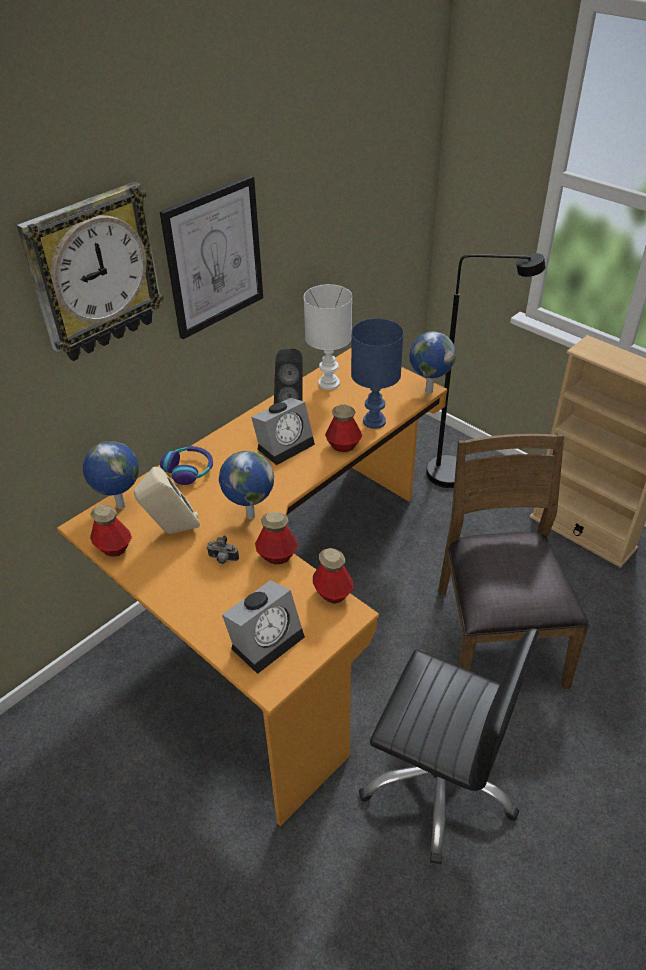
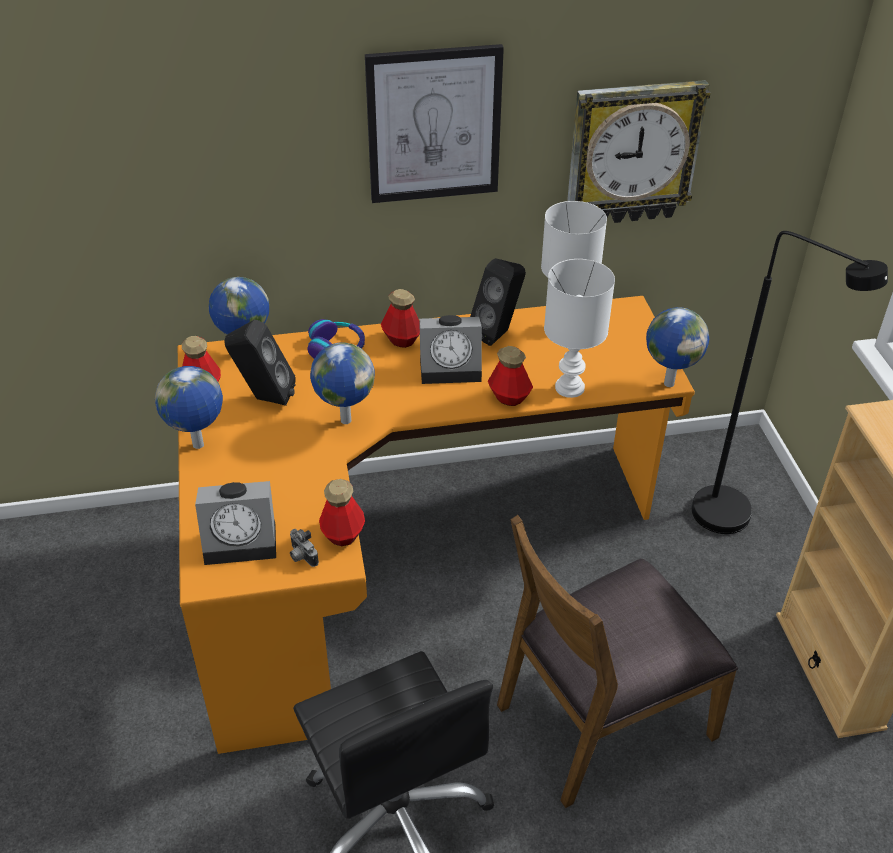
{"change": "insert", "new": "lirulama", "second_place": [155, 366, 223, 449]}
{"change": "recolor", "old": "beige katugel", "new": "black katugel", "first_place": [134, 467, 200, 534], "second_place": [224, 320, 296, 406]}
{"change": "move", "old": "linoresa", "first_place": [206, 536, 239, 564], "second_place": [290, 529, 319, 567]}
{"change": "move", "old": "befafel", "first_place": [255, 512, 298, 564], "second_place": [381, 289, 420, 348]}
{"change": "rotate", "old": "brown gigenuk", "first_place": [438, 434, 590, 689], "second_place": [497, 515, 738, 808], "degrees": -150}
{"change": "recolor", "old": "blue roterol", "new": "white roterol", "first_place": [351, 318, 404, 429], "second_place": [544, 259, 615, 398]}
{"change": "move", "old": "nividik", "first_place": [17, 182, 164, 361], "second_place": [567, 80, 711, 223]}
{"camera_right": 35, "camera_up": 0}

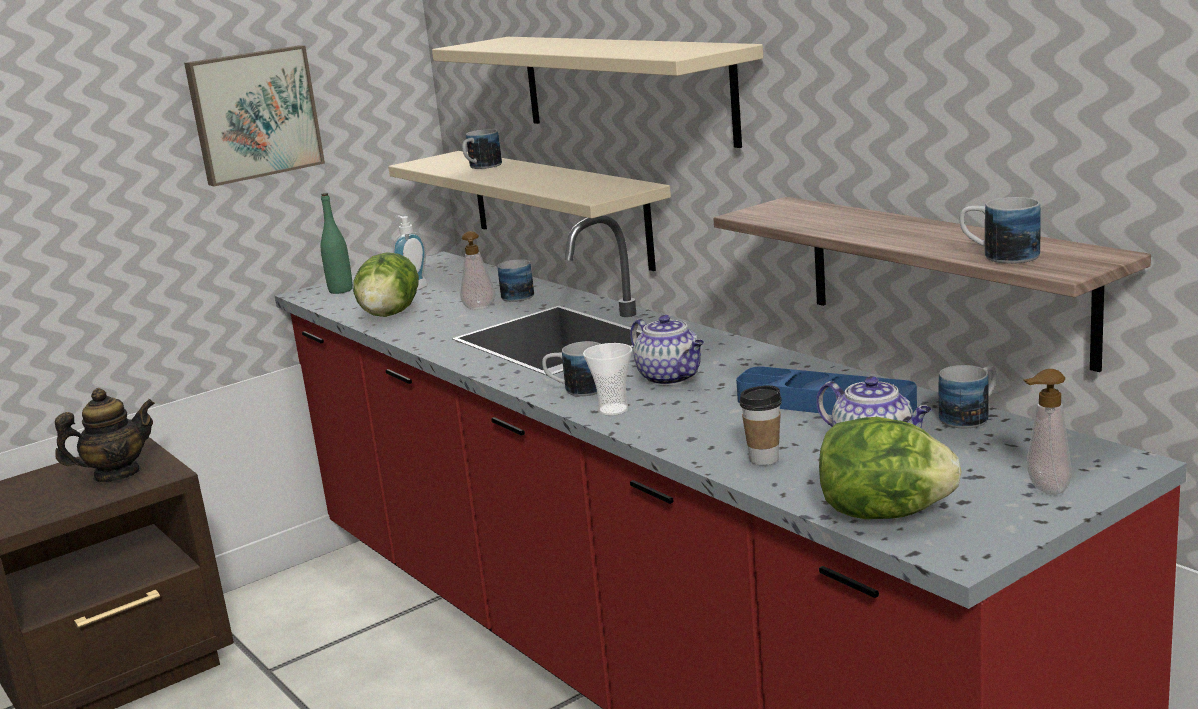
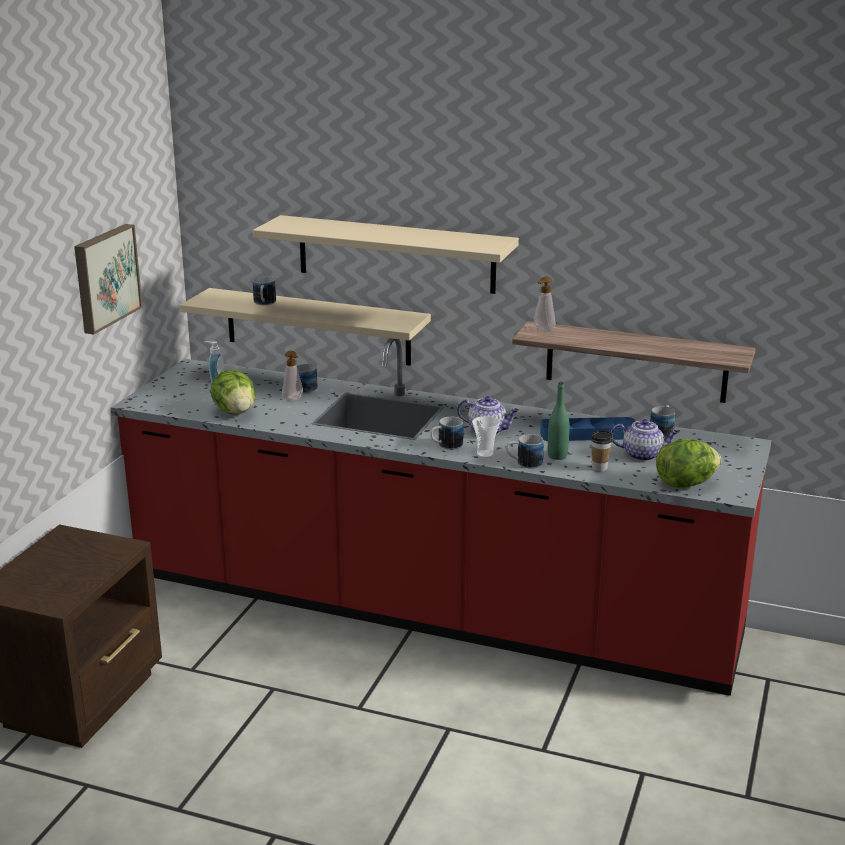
{"change": "move", "old": "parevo", "first_place": [960, 197, 1041, 264], "second_place": [506, 434, 544, 469]}
{"change": "move", "old": "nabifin", "first_place": [1024, 369, 1072, 495], "second_place": [534, 276, 555, 332]}
{"change": "move", "old": "green befafel", "first_place": [321, 193, 353, 294], "second_place": [548, 382, 570, 460]}
{"change": "delete", "old": "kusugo", "first_place": [55, 388, 155, 482]}
{"camera_right": -35, "camera_up": 5}

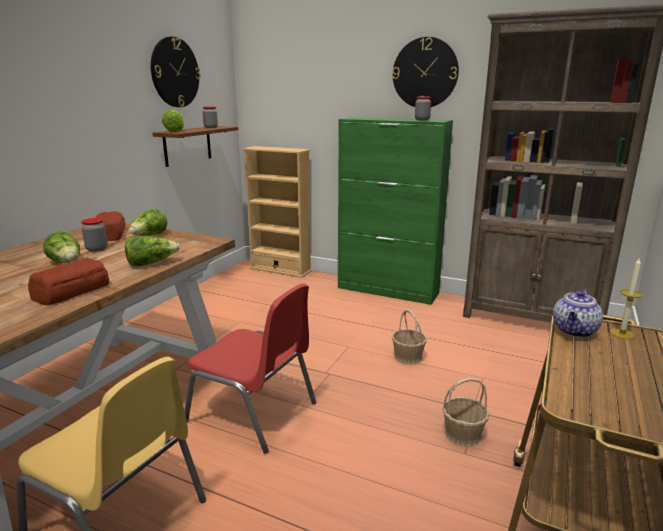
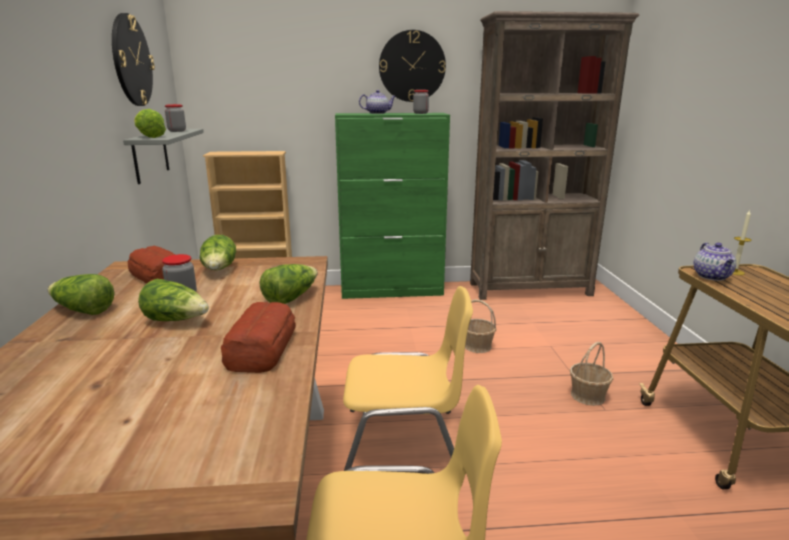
{"change": "insert", "new": "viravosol", "second_place": [48, 274, 115, 315]}
{"change": "recolor", "old": "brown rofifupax", "new": "grey rofifupax", "first_place": [152, 126, 239, 167], "second_place": [123, 129, 204, 184]}
{"change": "recolor", "old": "red gigenuk", "new": "yellow gigenuk", "first_place": [185, 283, 316, 454], "second_place": [343, 286, 473, 471]}
{"change": "insert", "new": "kusugo", "second_place": [359, 90, 396, 114]}
{"camera_right": -30, "camera_up": 0}

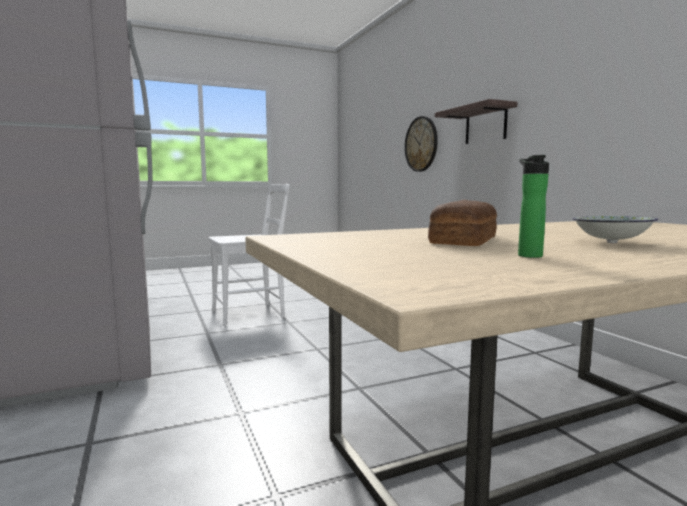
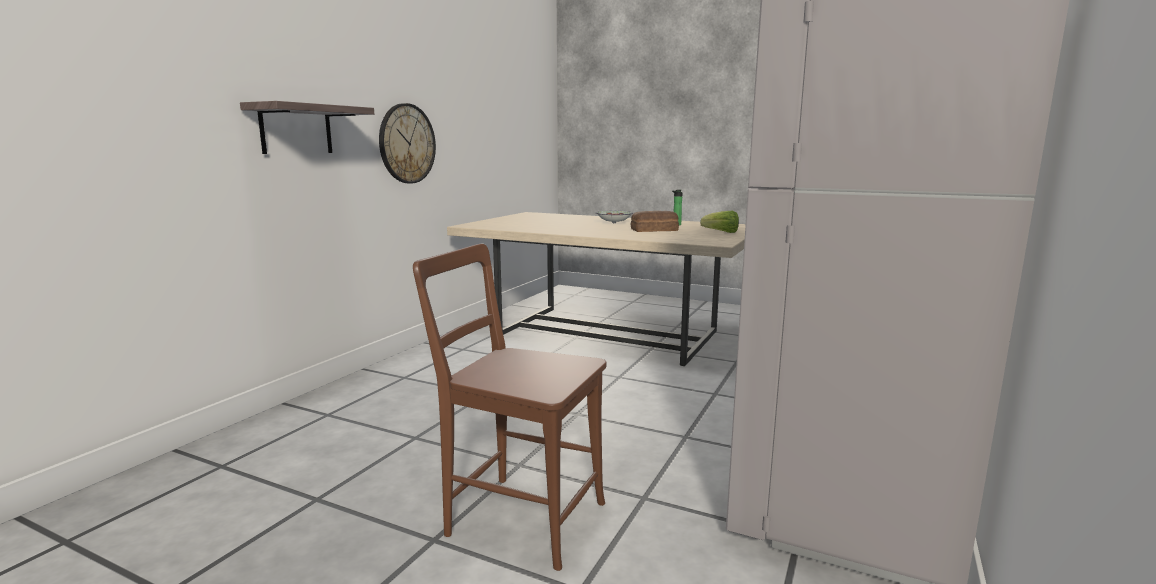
{"change": "move", "old": "nividik", "first_place": [405, 116, 438, 172], "second_place": [379, 103, 436, 183]}
{"change": "recolor", "old": "white gigenuk", "new": "brown gigenuk", "first_place": [208, 184, 290, 326], "second_place": [413, 244, 606, 571]}
{"change": "insert", "new": "viravosol", "second_place": [700, 211, 739, 233]}
{"camera_right": -130, "camera_up": 5}

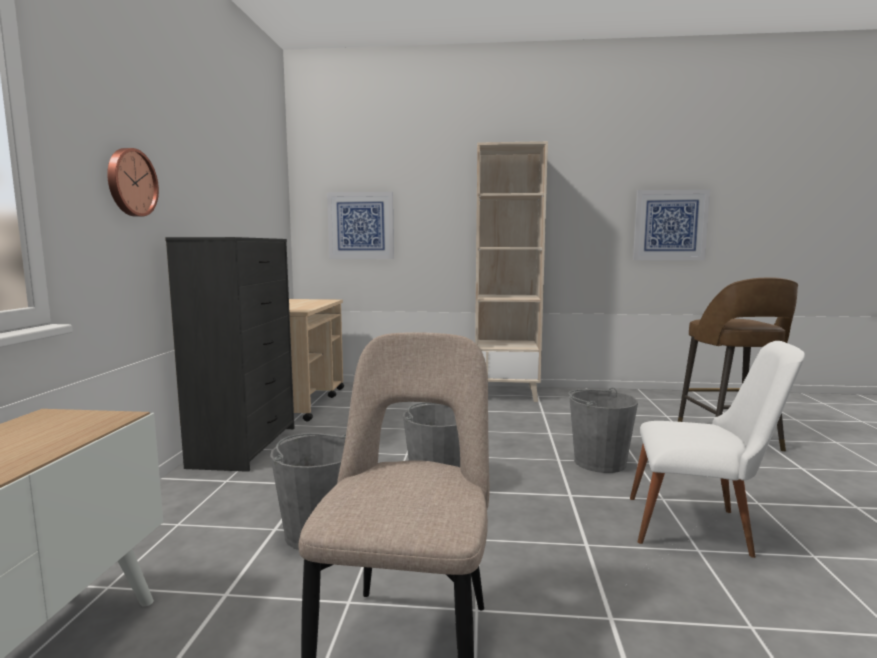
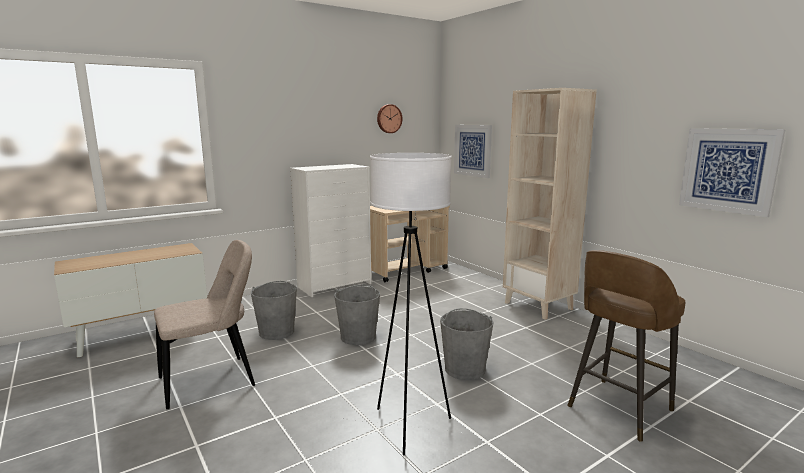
{"change": "recolor", "old": "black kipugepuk", "new": "white kipugepuk", "first_place": [165, 237, 295, 472], "second_place": [290, 164, 371, 297]}
{"change": "replace", "old": "white gigenuk", "new": "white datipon", "first_place": [630, 341, 805, 558], "second_place": [370, 153, 452, 455]}
{"change": "move", "old": "nividik", "first_place": [107, 148, 159, 217], "second_place": [377, 104, 402, 133]}
{"camera_right": 50, "camera_up": 5}

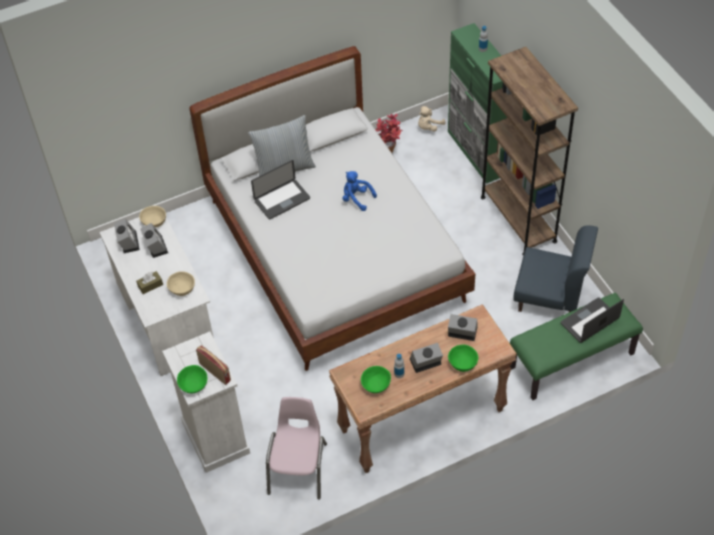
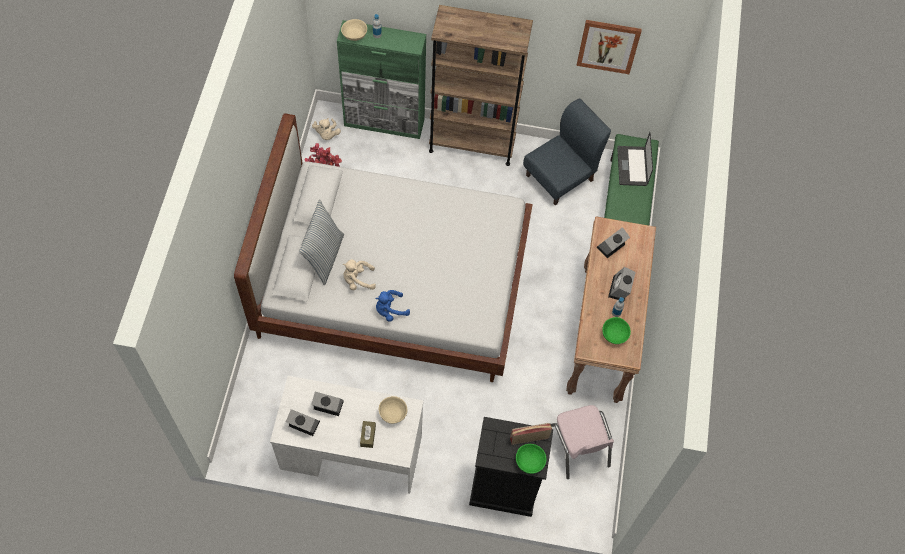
{"change": "move", "old": "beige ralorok", "first_place": [139, 206, 166, 228], "second_place": [341, 19, 367, 41]}
{"change": "replace", "old": "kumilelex", "new": "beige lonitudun", "first_place": [251, 160, 310, 219], "second_place": [343, 259, 376, 290]}
{"change": "move", "old": "blue lonitudun", "first_place": [343, 171, 377, 211], "second_place": [375, 290, 410, 322]}
{"change": "recolor", "old": "white kipugepuk", "new": "black kipugepuk", "first_place": [162, 331, 250, 473], "second_place": [469, 417, 553, 517]}
{"change": "rotate", "old": "pink gigenuk", "first_place": [266, 397, 327, 500], "second_place": [551, 405, 614, 479], "degrees": -150}
{"change": "insert", "new": "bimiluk", "second_place": [576, 20, 642, 74]}
{"change": "delete", "old": "green ralorok", "first_place": [448, 344, 478, 372]}
{"camera_right": -60, "camera_up": 10}

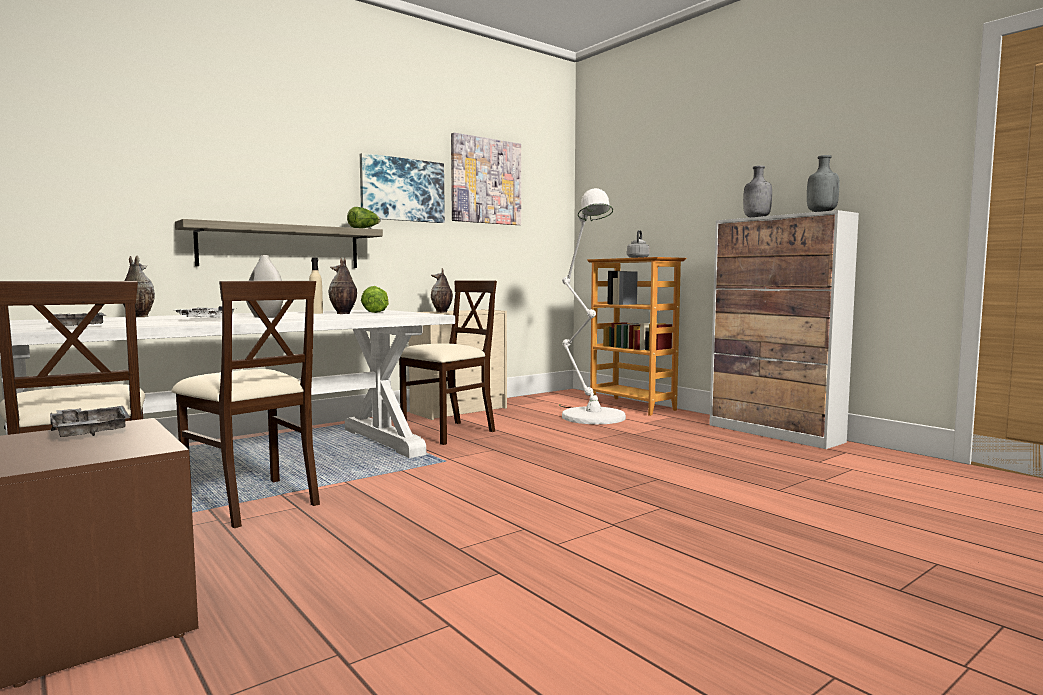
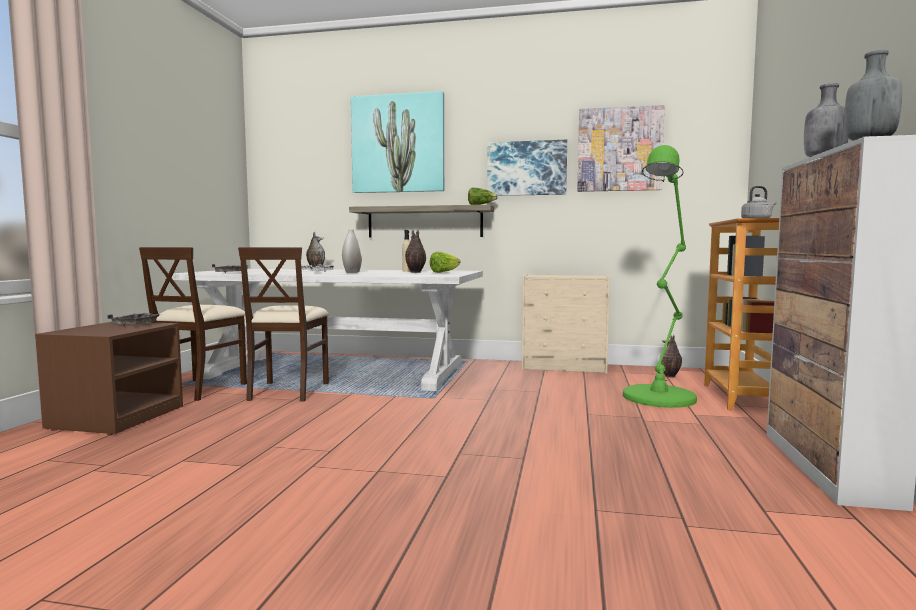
{"change": "insert", "new": "bimiluk", "second_place": [351, 91, 444, 193]}
{"change": "recolor", "old": "white datipon", "new": "green datipon", "first_place": [559, 188, 626, 424], "second_place": [623, 145, 697, 408]}
{"change": "move", "old": "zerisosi", "first_place": [431, 268, 453, 313], "second_place": [662, 335, 682, 378]}
{"change": "delete", "old": "beige gigenuk", "first_place": [399, 281, 497, 445]}
{"camera_right": 50, "camera_up": 0}

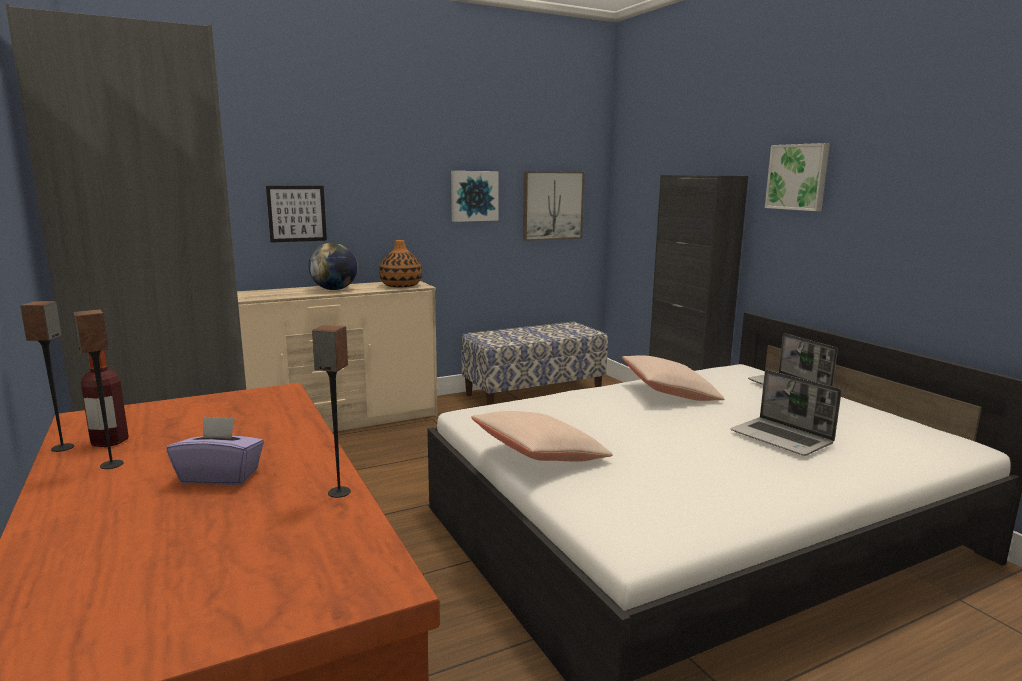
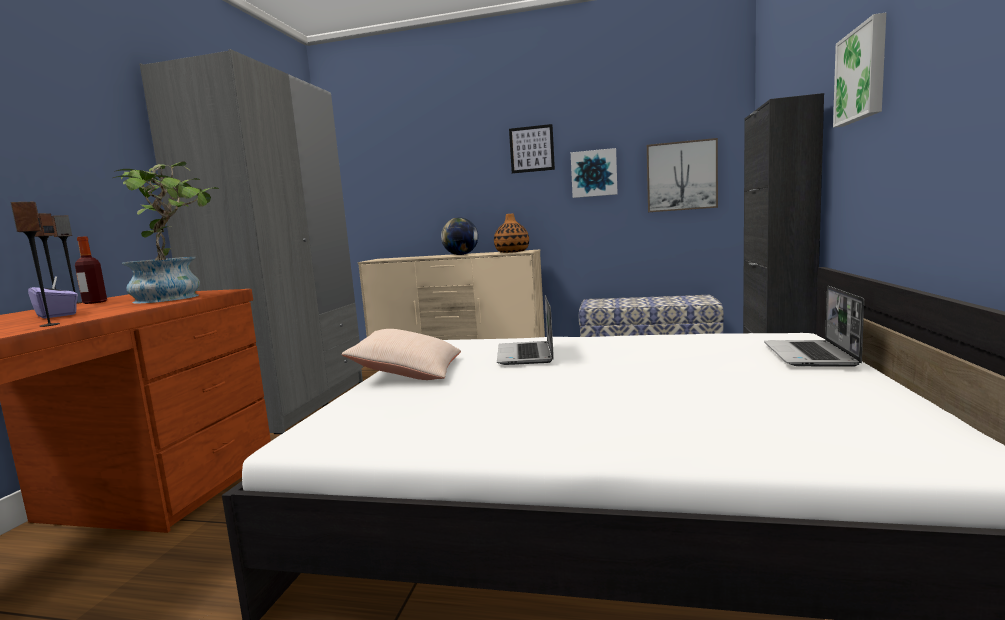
{"change": "insert", "new": "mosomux", "second_place": [113, 162, 219, 303]}
{"change": "move", "old": "kumilelex", "first_place": [731, 370, 842, 456], "second_place": [497, 295, 554, 365]}
{"change": "move", "old": "bimiluk", "first_place": [266, 186, 327, 243], "second_place": [509, 124, 555, 173]}
{"change": "delete", "old": "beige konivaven", "first_place": [622, 355, 724, 401]}
{"camera_right": 40, "camera_up": -5}

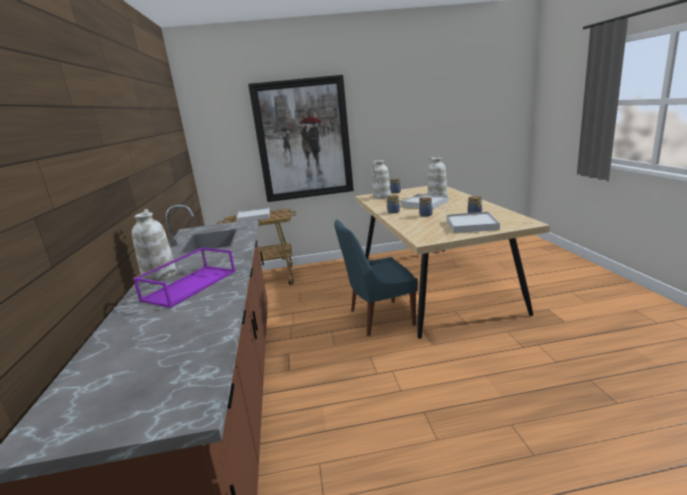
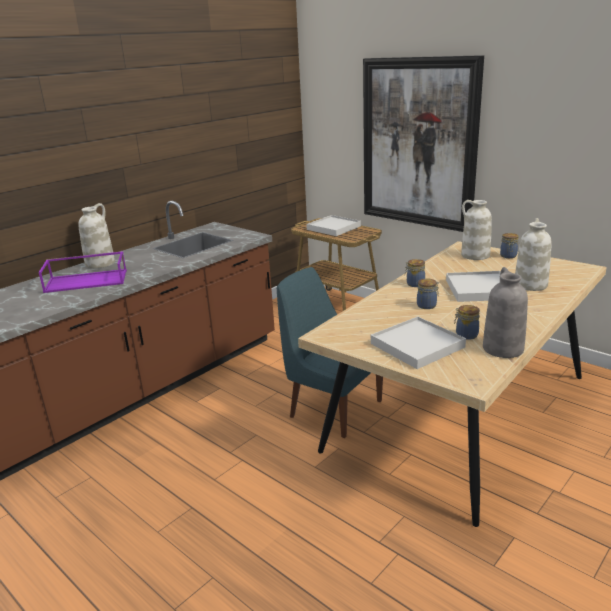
{"change": "insert", "new": "grey zerisosi", "second_place": [483, 267, 528, 358]}
{"camera_right": 50, "camera_up": 5}

